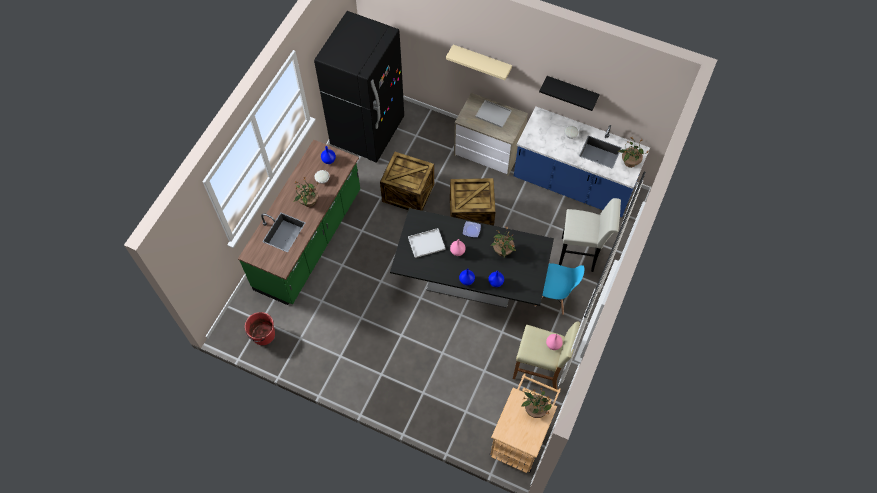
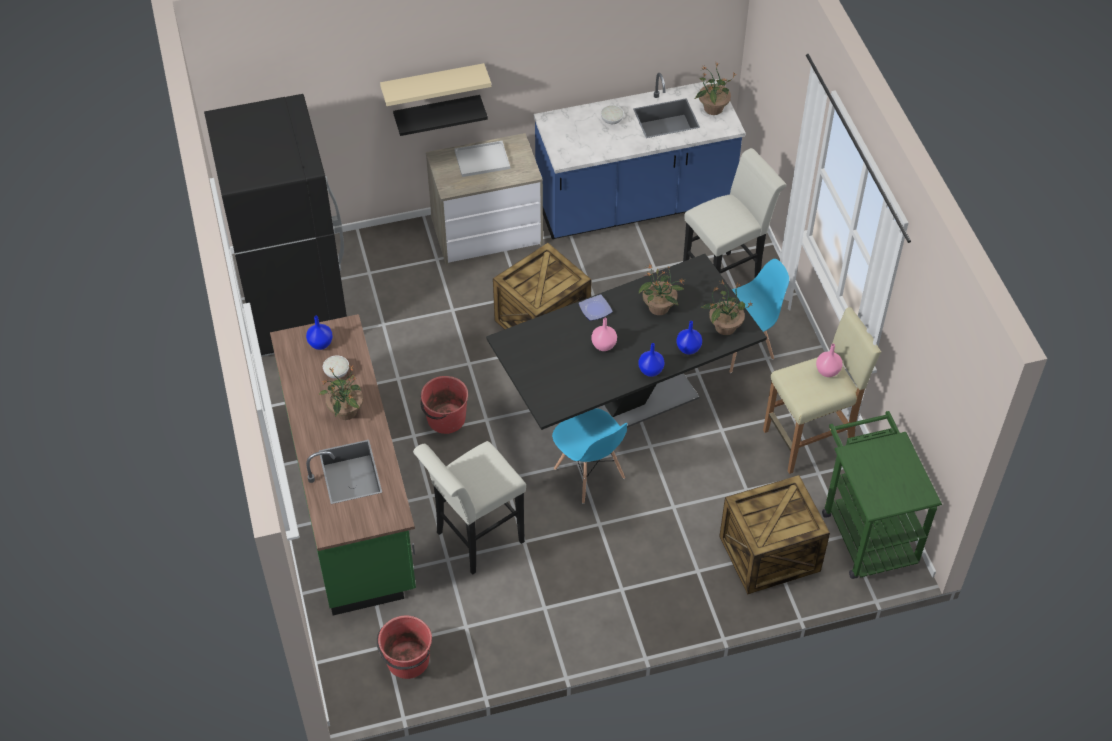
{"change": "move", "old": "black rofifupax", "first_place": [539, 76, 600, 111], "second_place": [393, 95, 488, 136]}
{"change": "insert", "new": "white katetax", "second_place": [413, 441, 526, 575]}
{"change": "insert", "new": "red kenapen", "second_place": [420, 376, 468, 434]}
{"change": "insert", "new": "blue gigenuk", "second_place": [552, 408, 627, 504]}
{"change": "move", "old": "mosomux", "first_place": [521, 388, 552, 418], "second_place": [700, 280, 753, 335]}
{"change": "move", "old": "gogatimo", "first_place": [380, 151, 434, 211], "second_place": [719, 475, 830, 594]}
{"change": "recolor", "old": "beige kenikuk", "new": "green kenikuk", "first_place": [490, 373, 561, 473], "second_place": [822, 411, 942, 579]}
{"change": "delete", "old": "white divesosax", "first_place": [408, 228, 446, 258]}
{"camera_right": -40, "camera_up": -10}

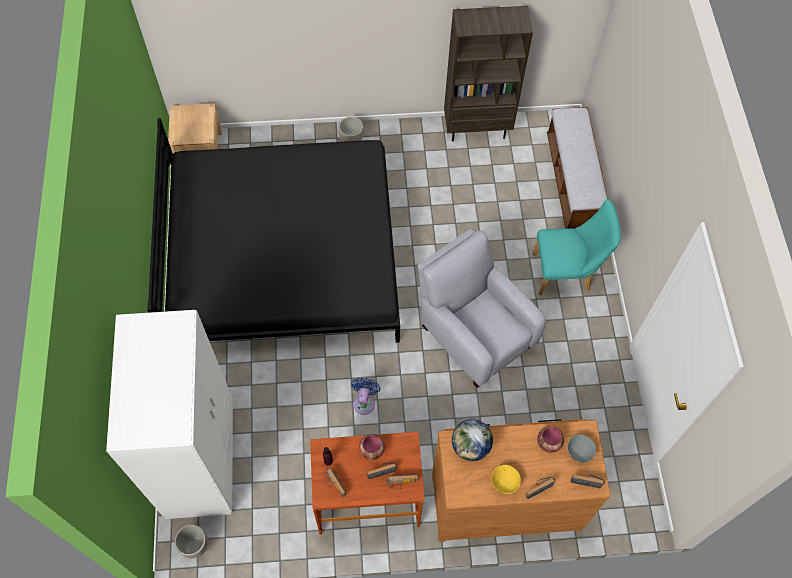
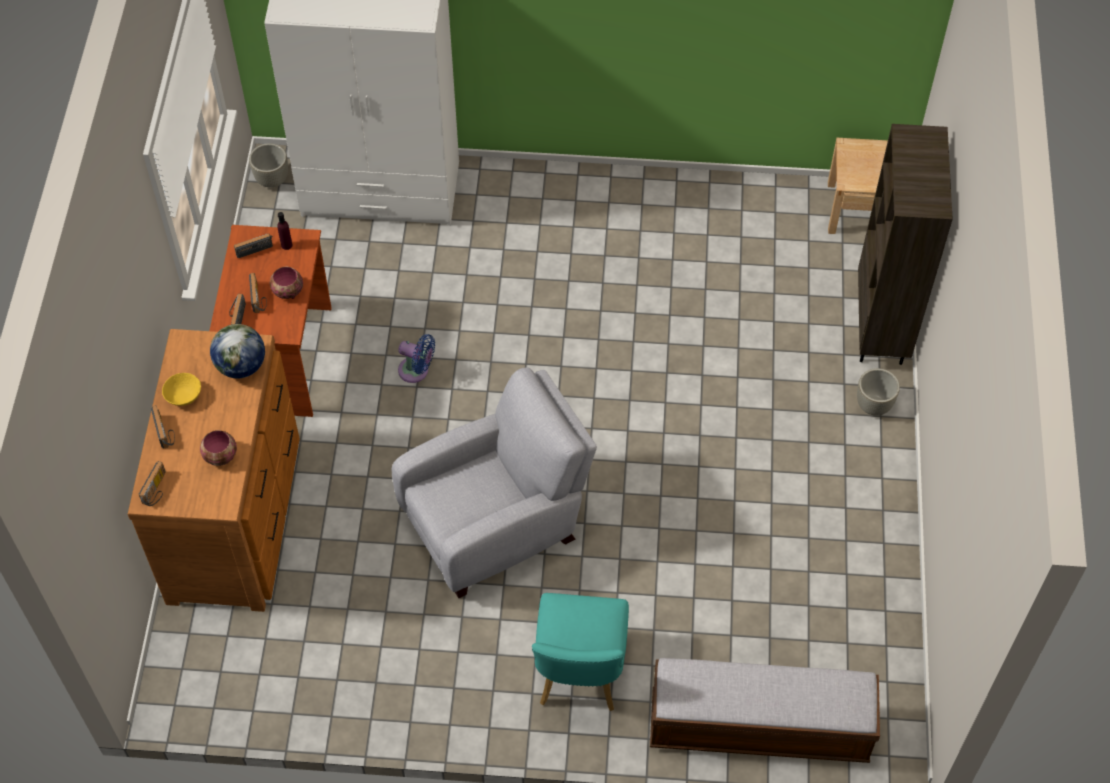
{"change": "move", "old": "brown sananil", "first_place": [444, 6, 533, 142], "second_place": [858, 124, 953, 365]}
{"change": "delete", "old": "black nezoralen", "first_place": [147, 118, 400, 343]}
{"change": "delete", "old": "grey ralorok", "first_place": [568, 435, 596, 463]}
{"camera_right": 100, "camera_up": -5}

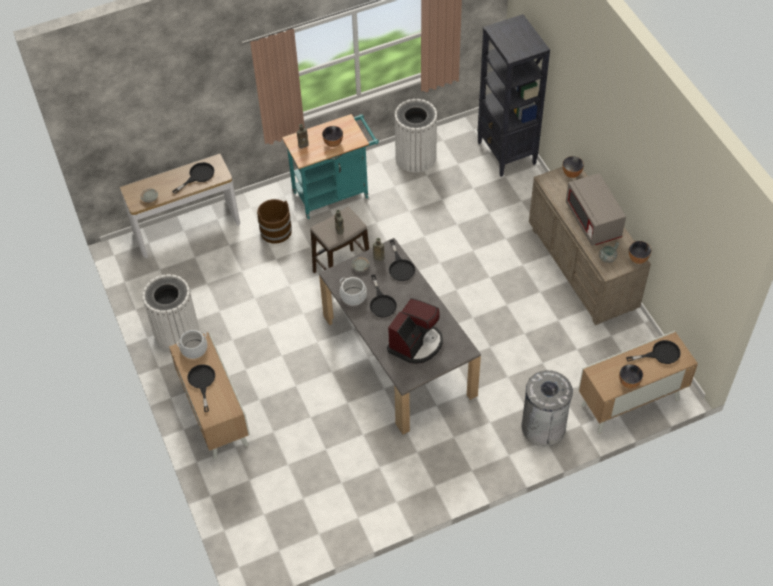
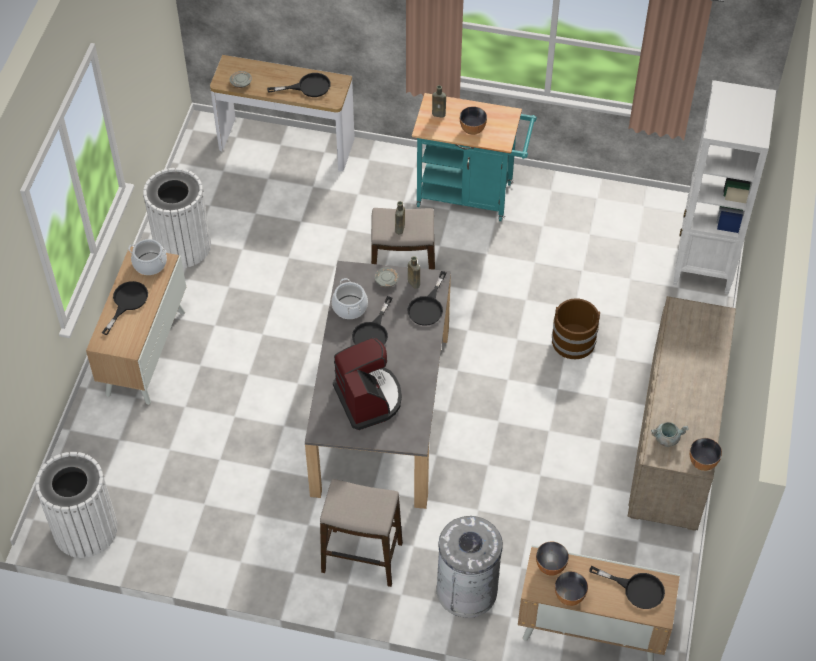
{"change": "move", "old": "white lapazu", "first_place": [394, 99, 437, 173], "second_place": [35, 452, 118, 558]}
{"change": "insert", "new": "katetax", "second_place": [320, 479, 403, 587]}
{"change": "rotate", "old": "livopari", "first_place": [387, 298, 443, 364], "second_place": [333, 337, 402, 430], "degrees": -90}
{"change": "move", "old": "ralorok", "first_place": [563, 156, 584, 178], "second_place": [536, 542, 569, 576]}
{"change": "move", "old": "brown kenapen", "first_place": [257, 199, 292, 244], "second_place": [552, 298, 600, 359]}
{"change": "recolor", "old": "black sananil", "new": "white sananil", "first_place": [477, 14, 550, 177], "second_place": [673, 80, 776, 294]}
{"change": "delete", "old": "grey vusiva", "first_place": [566, 173, 626, 246]}
{"camera_right": 35, "camera_up": 0}

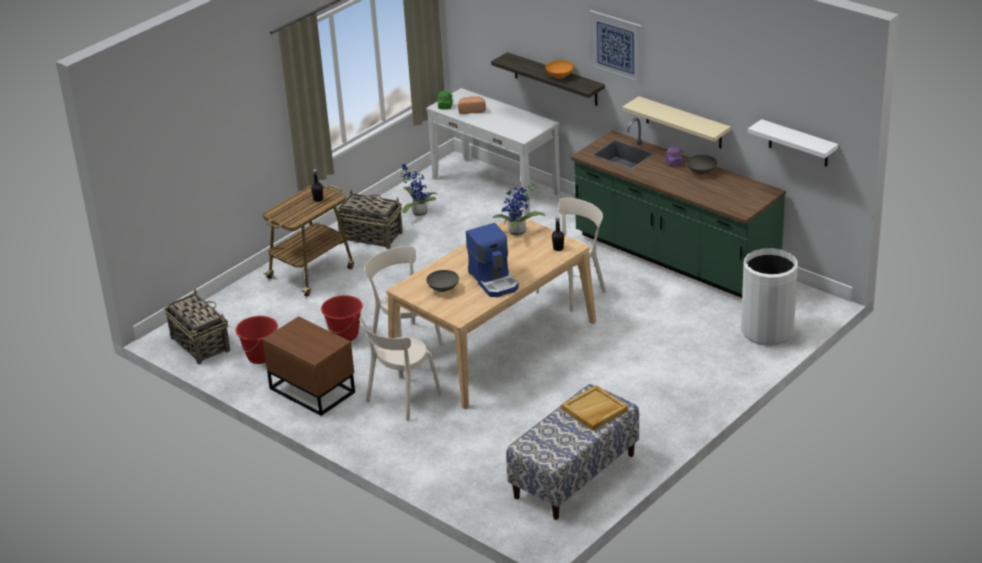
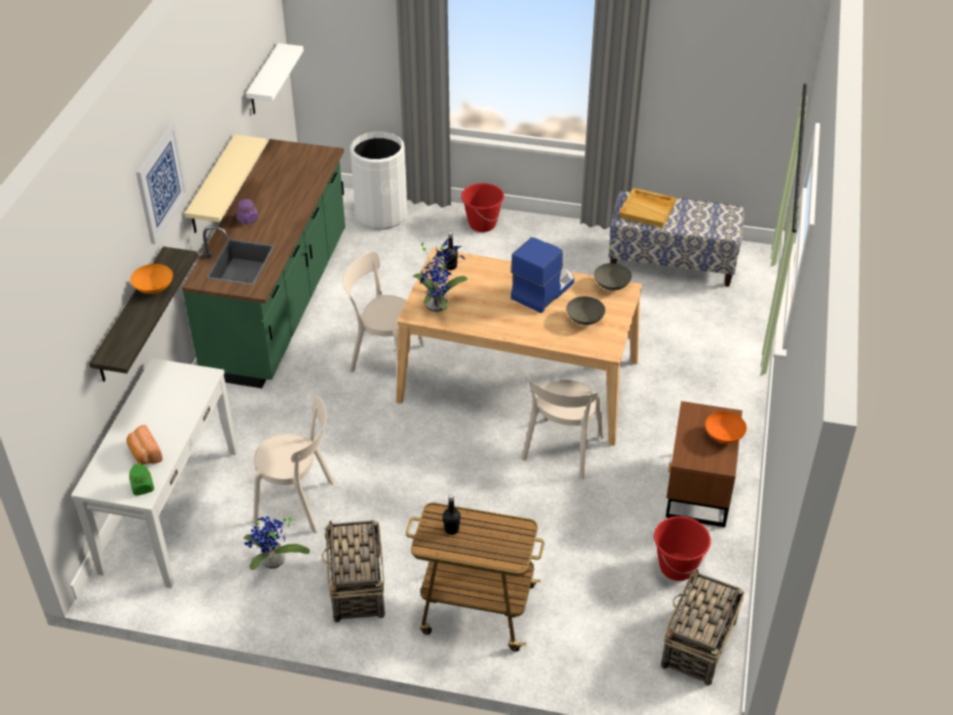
{"change": "move", "old": "beige gigenuk", "first_place": [360, 317, 442, 421], "second_place": [253, 396, 334, 533]}
{"change": "move", "old": "red kenapen", "first_place": [321, 295, 363, 341], "second_place": [461, 183, 504, 232]}
{"change": "move", "old": "grey ralorok", "first_place": [686, 155, 717, 175], "second_place": [594, 263, 632, 291]}
{"change": "insert", "new": "orange ralorok", "second_place": [705, 411, 747, 443]}
{"camera_right": -120, "camera_up": 10}

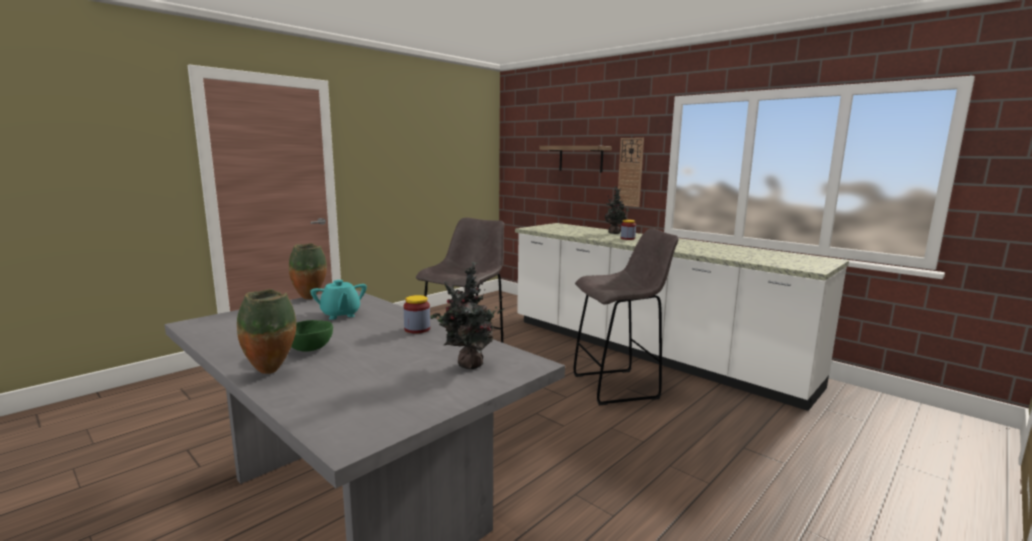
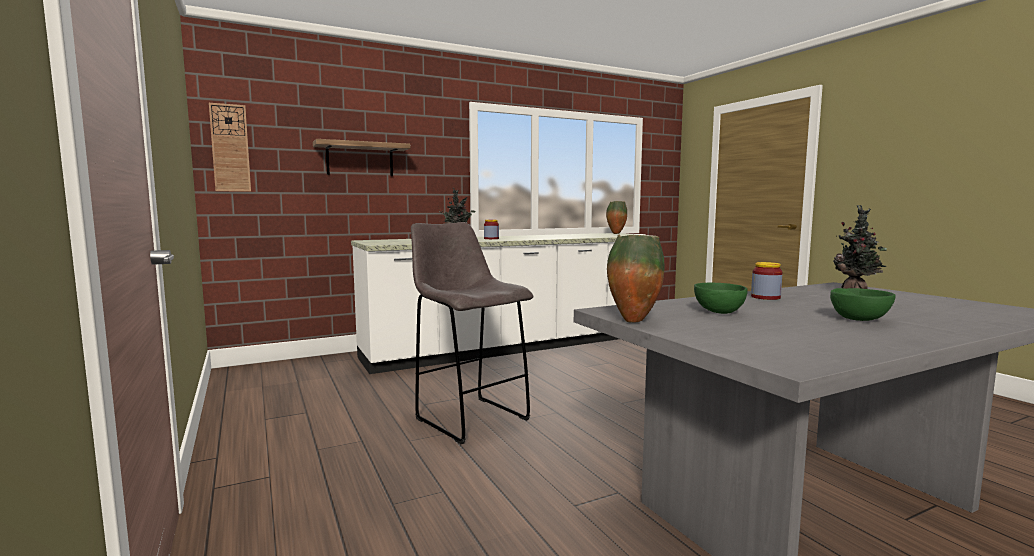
{"change": "move", "old": "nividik", "first_place": [618, 138, 644, 207], "second_place": [209, 103, 251, 192]}
{"change": "move", "old": "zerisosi", "first_place": [237, 289, 296, 374], "second_place": [606, 201, 627, 234]}
{"change": "replace", "old": "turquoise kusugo", "new": "green ralorok", "first_place": [310, 280, 367, 320], "second_place": [694, 283, 748, 314]}
{"change": "delete", "old": "grey katetax", "first_place": [573, 228, 679, 405]}
{"camera_right": -70, "camera_up": -5}

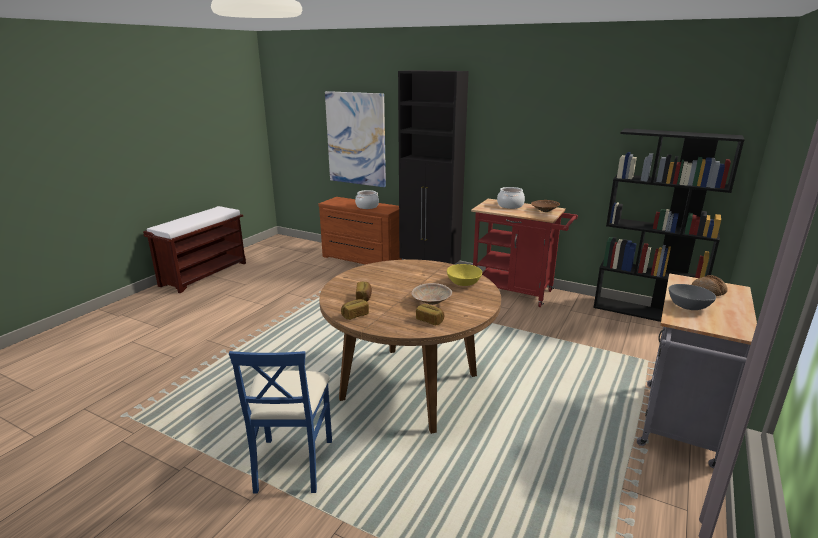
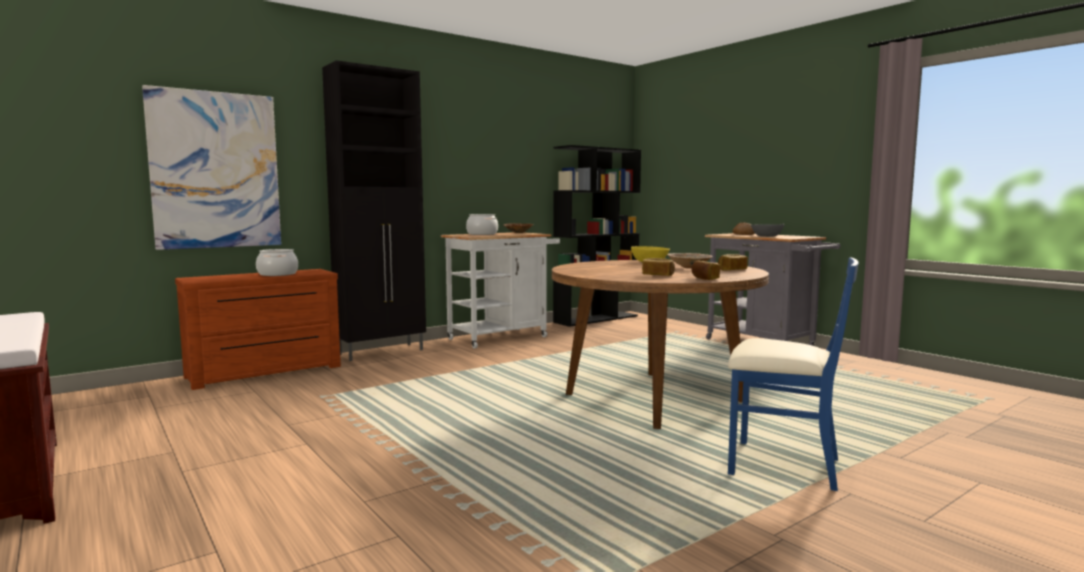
{"change": "recolor", "old": "red kenikuk", "new": "white kenikuk", "first_place": [471, 199, 578, 307], "second_place": [441, 232, 560, 349]}
{"camera_right": -65, "camera_up": -15}

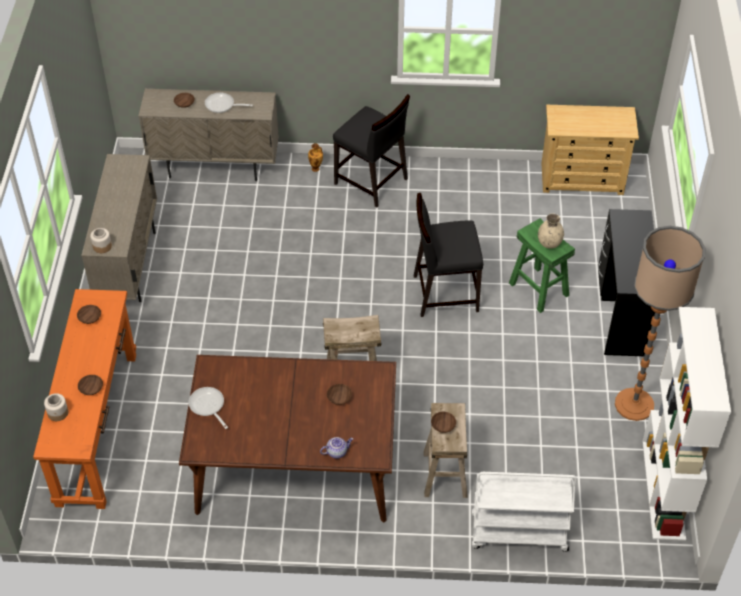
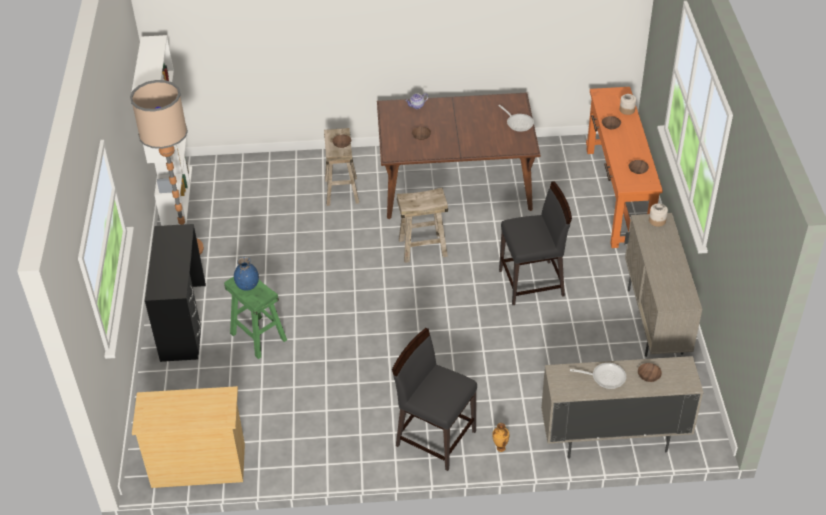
{"change": "recolor", "old": "beige zerisosi", "new": "blue zerisosi", "first_place": [538, 213, 564, 249], "second_place": [234, 257, 259, 291]}
{"change": "move", "old": "black gigenuk", "first_place": [414, 193, 483, 317], "second_place": [499, 181, 572, 305]}
{"change": "delete", "old": "white kenikuk", "first_place": [472, 472, 576, 552]}
{"camera_right": 175, "camera_up": -5}

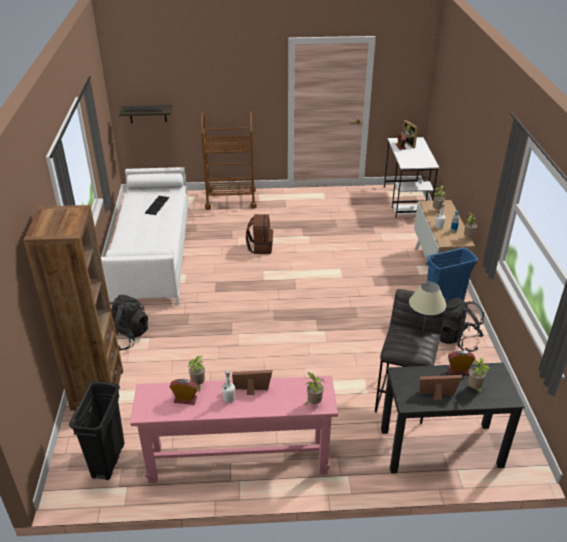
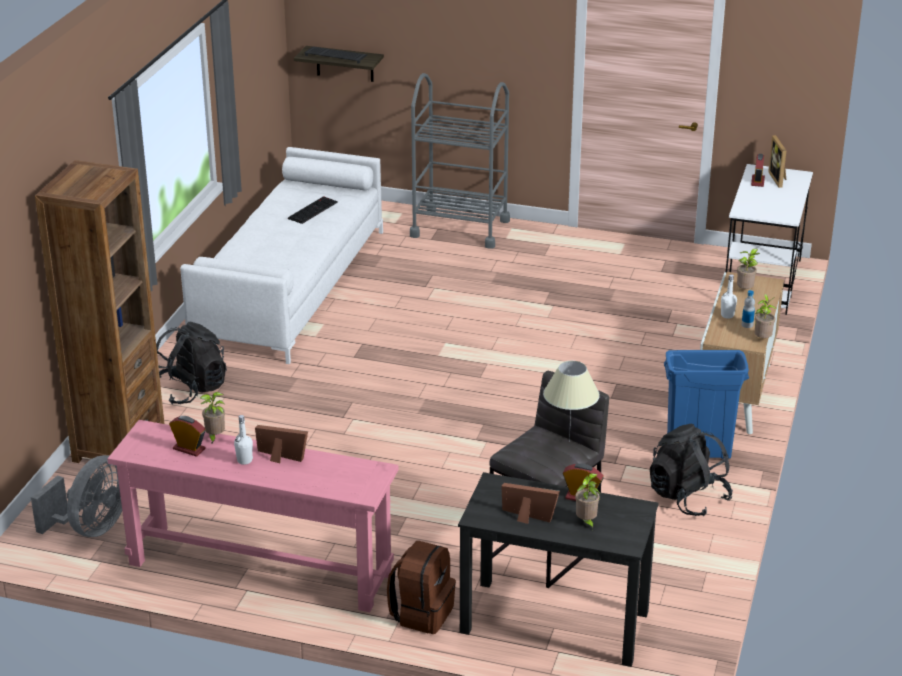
{"change": "replace", "old": "black lapazu", "new": "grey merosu", "first_place": [69, 381, 125, 480], "second_place": [31, 455, 122, 537]}
{"change": "move", "old": "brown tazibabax", "first_place": [246, 214, 273, 254], "second_place": [387, 541, 456, 634]}
{"change": "recolor", "old": "brown kenikuk", "new": "grey kenikuk", "first_place": [201, 111, 257, 210], "second_place": [410, 73, 510, 249]}
{"change": "delete", "old": "mosomux", "first_place": [304, 373, 324, 405]}
{"camera_right": 20, "camera_up": -5}

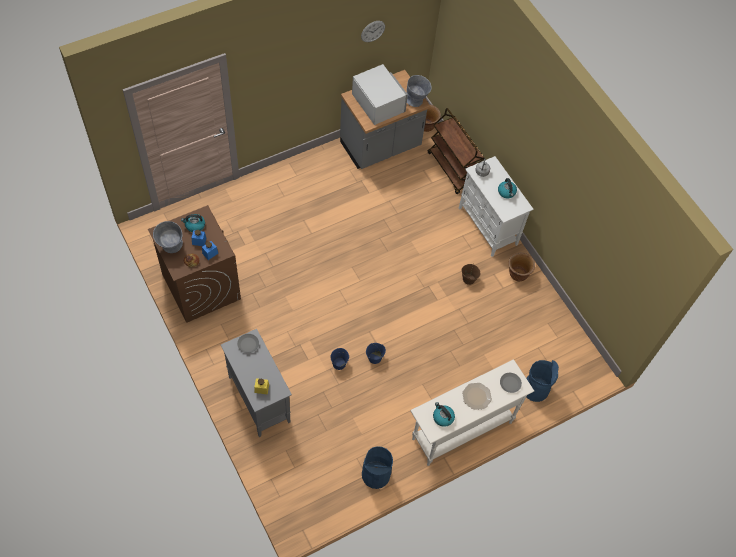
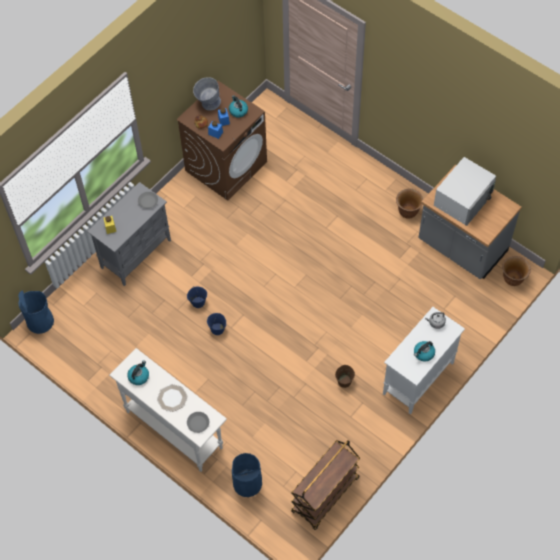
{"change": "move", "old": "blue lapazu", "first_place": [362, 446, 393, 489], "second_place": [18, 291, 54, 334]}
{"change": "move", "old": "brown kenikuk", "first_place": [428, 108, 485, 194], "second_place": [291, 440, 360, 530]}
{"change": "move", "old": "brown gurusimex", "first_place": [509, 253, 535, 281], "second_place": [396, 188, 423, 219]}
{"change": "delete", "old": "nividik", "first_place": [361, 21, 385, 42]}
{"change": "delete", "old": "grey ralorok", "first_place": [407, 75, 432, 107]}
{"camera_right": 75, "camera_up": 0}

